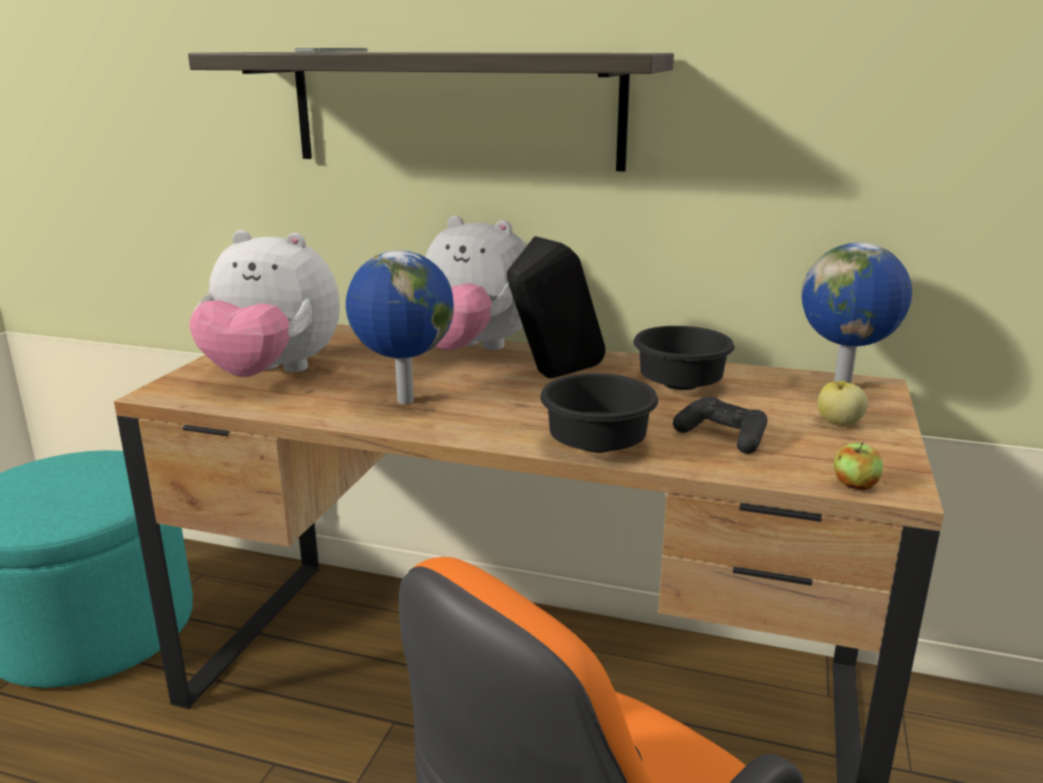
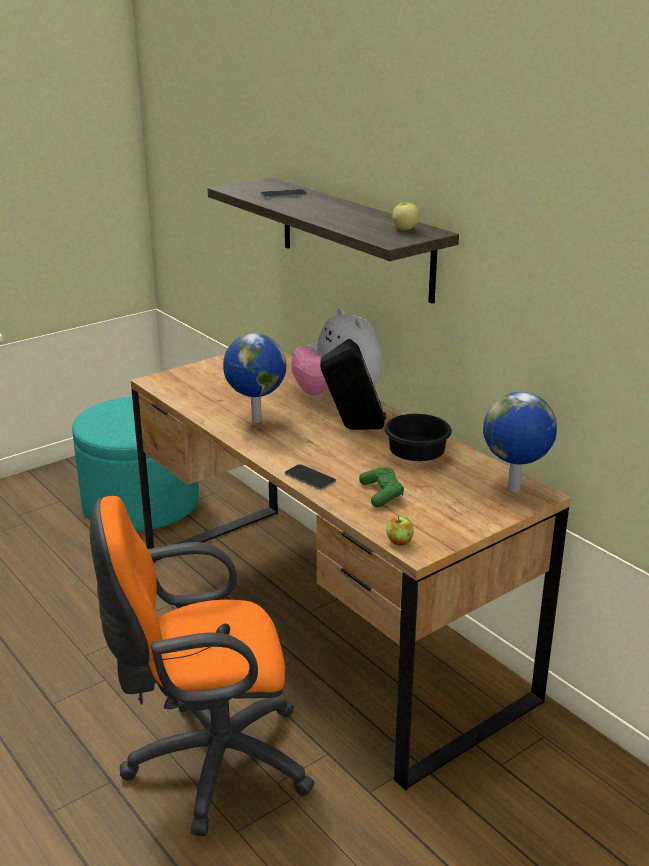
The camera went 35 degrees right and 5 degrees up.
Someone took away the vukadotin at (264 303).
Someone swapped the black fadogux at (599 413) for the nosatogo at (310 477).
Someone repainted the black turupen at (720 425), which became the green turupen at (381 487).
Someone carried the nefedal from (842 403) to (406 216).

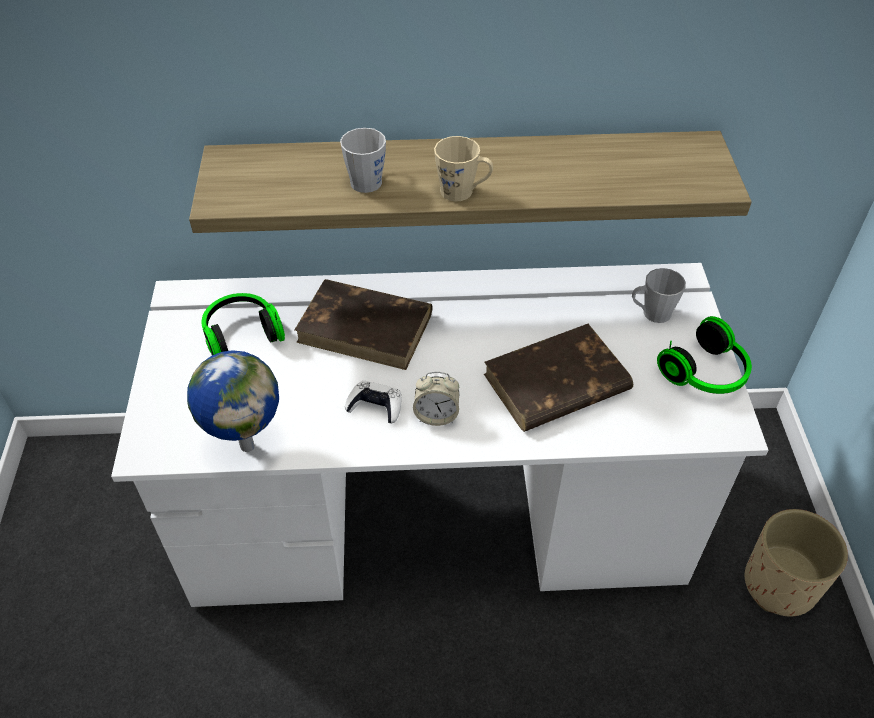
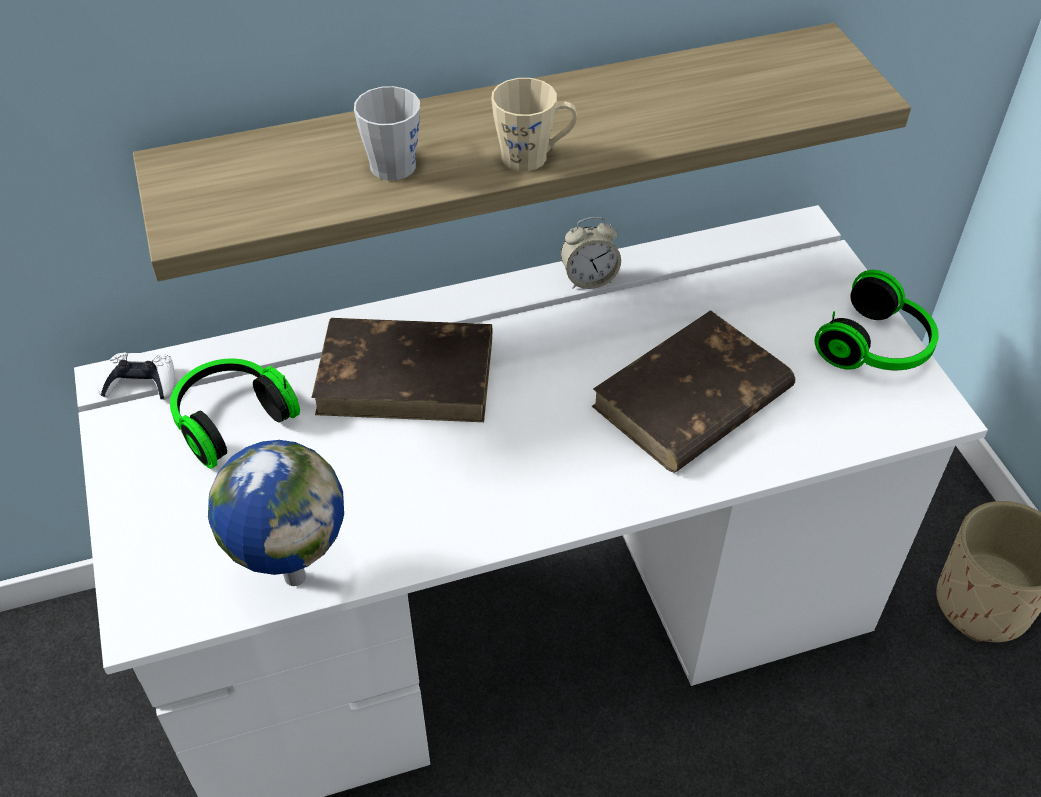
The camera went 15 degrees left and 0 degrees up.
Someone carried the white turupen from (373 402) to (136 376).
Someone carried the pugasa from (436 399) to (591 253).
Someone took away the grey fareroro at (659 295).

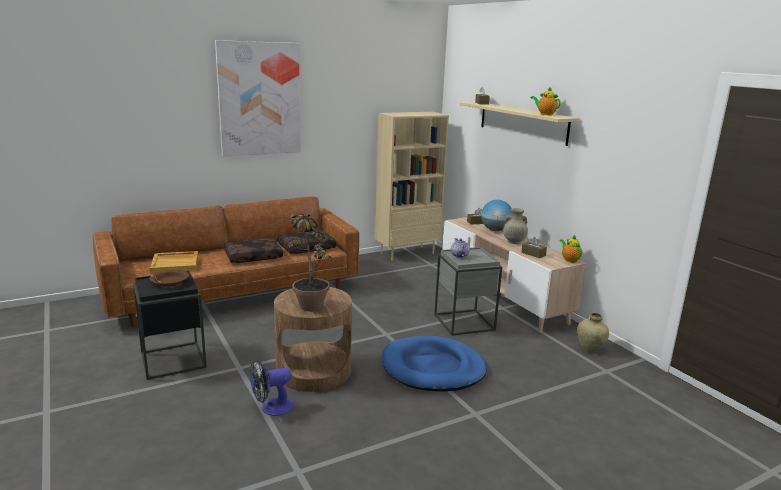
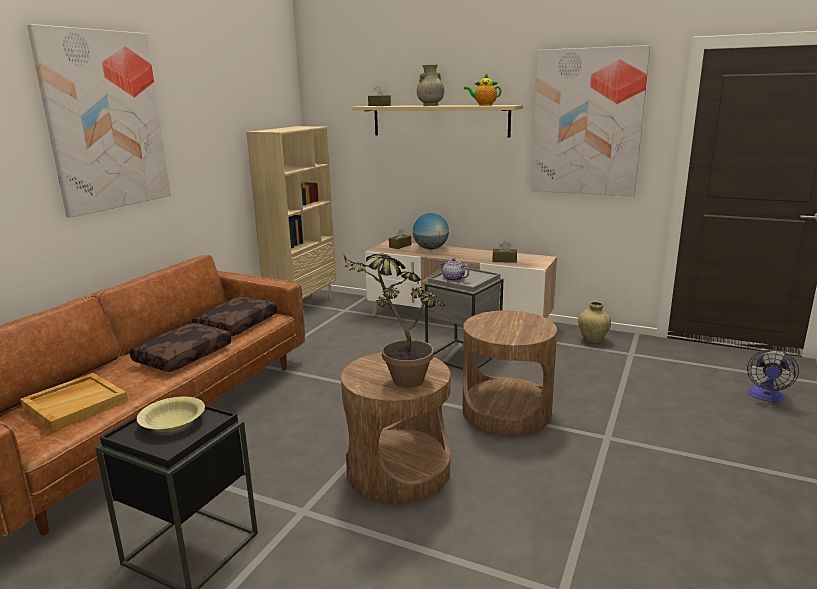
The camera went 35 degrees left and 0 degrees up.
Someone repainted the brown fadogux at (169 278), which became the yellow fadogux at (171 414).
Someone carried the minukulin from (272 388) to (773 375).
Someone swapped the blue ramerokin at (434 364) for the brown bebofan at (510 372).
Someone carried the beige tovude from (515 226) to (430 85).
Someone took away the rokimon at (571 249).
Someone put up the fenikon at (590 120).

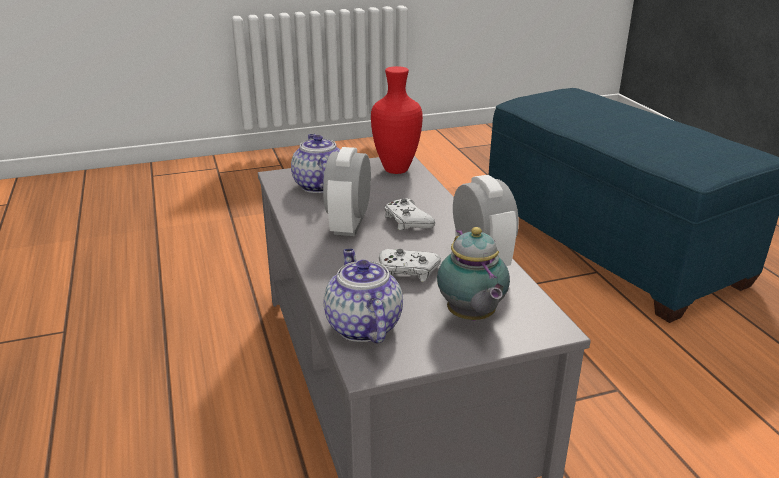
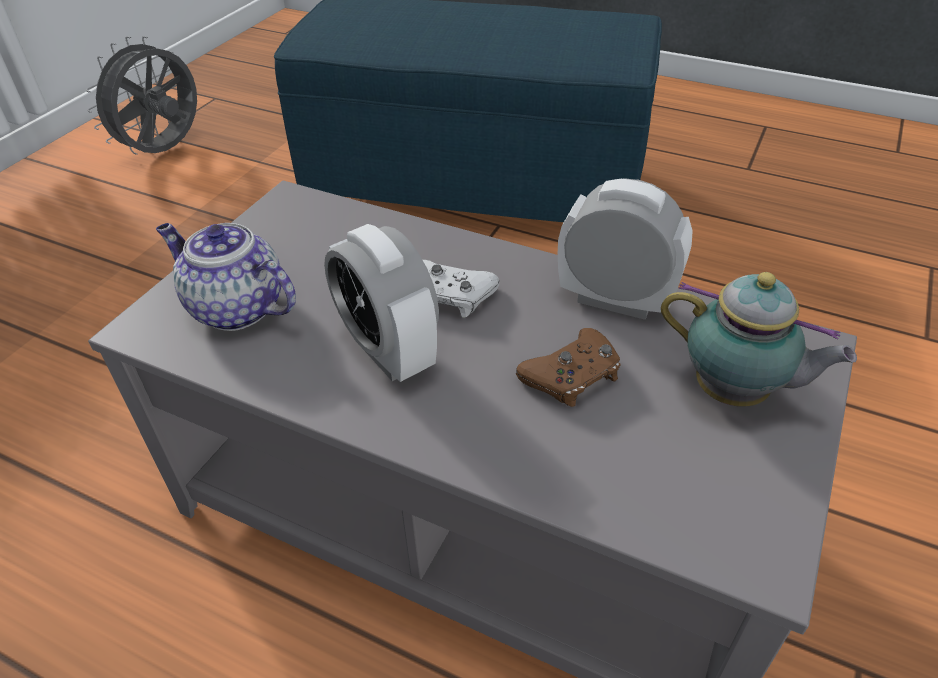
The camera went 45 degrees left and 15 degrees up.
Someone took away the rokimon at (363 296).
Someone took away the red tovude at (397 120).
Someone repainted the white turupen at (410 265), which became the brown turupen at (568 367).
Someone put down the grey minukulin at (141 95).

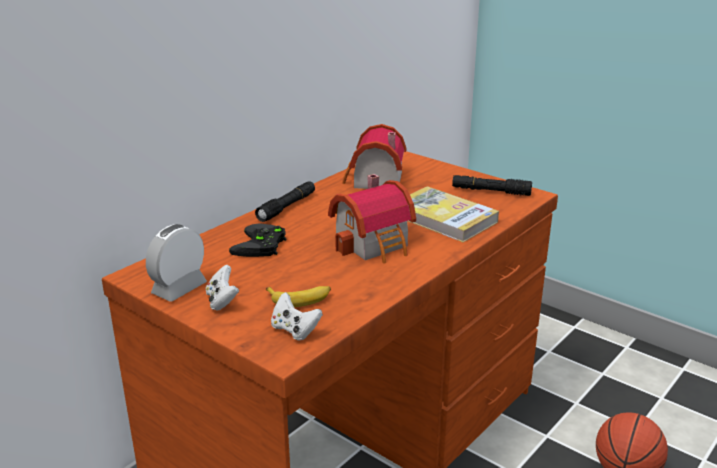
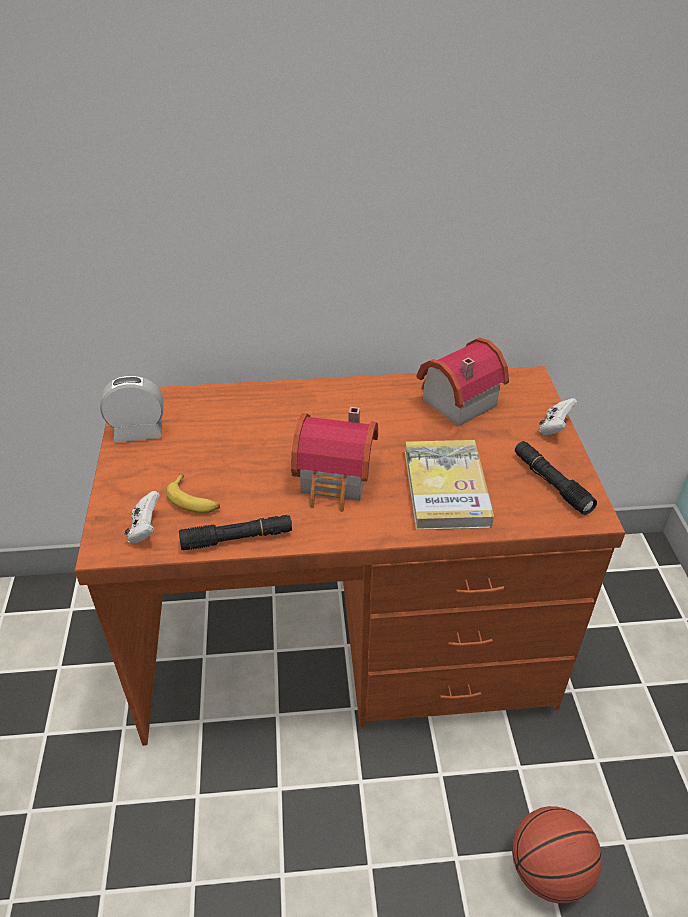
The camera went 45 degrees right and 15 degrees up.
Someone carried the white turupen from (222 288) to (558 416).
Someone took away the black turupen at (258 240).
Someone carried the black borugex from (285 202) to (235 532).

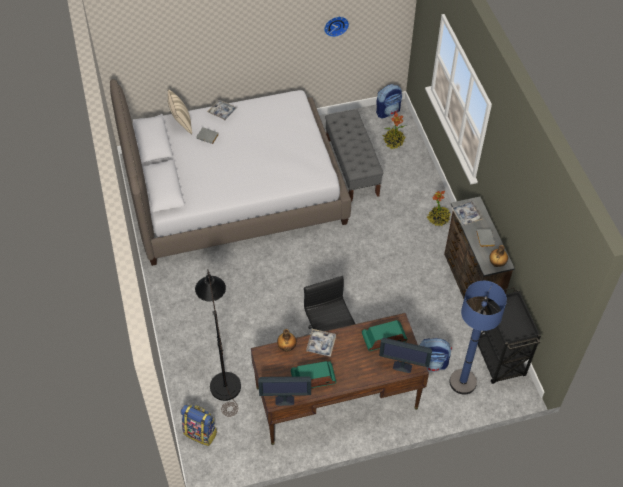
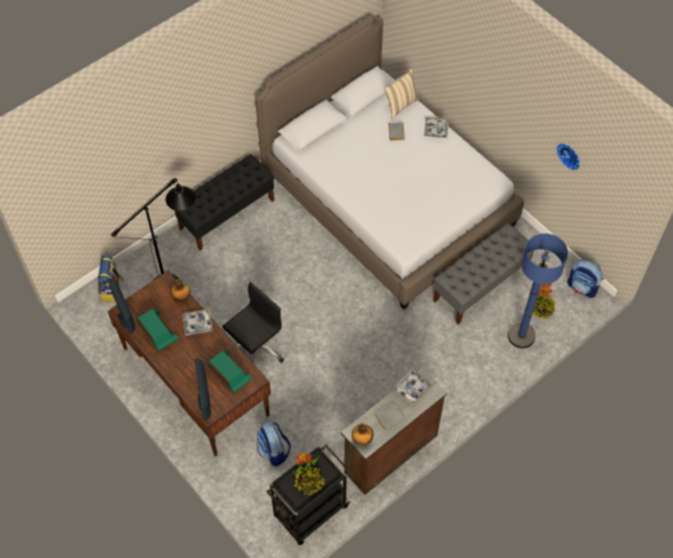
The camera went 65 degrees right and 5 degrees up.
Someone carried the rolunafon from (439 208) to (309 474).
Someone carried the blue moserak from (478 338) to (538 290).
Someone put down the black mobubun at (224 202).

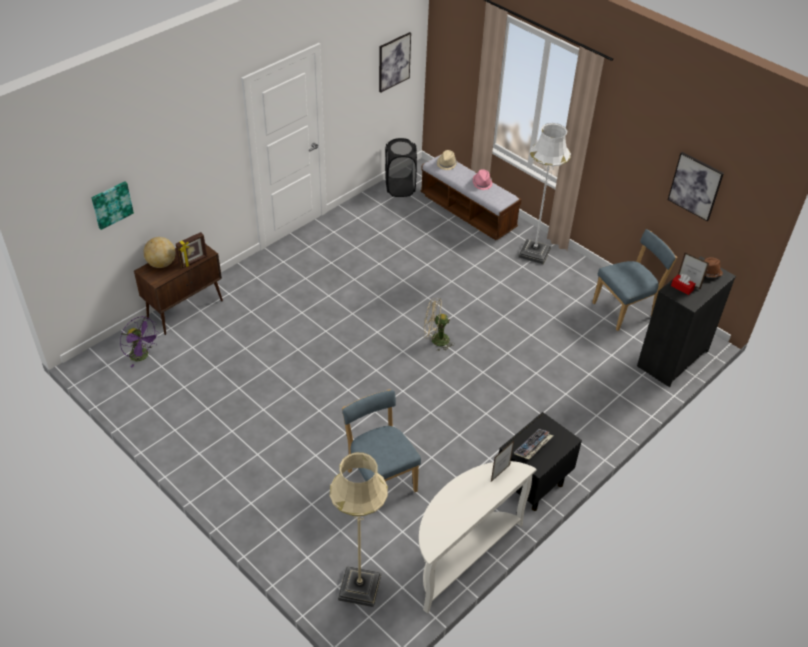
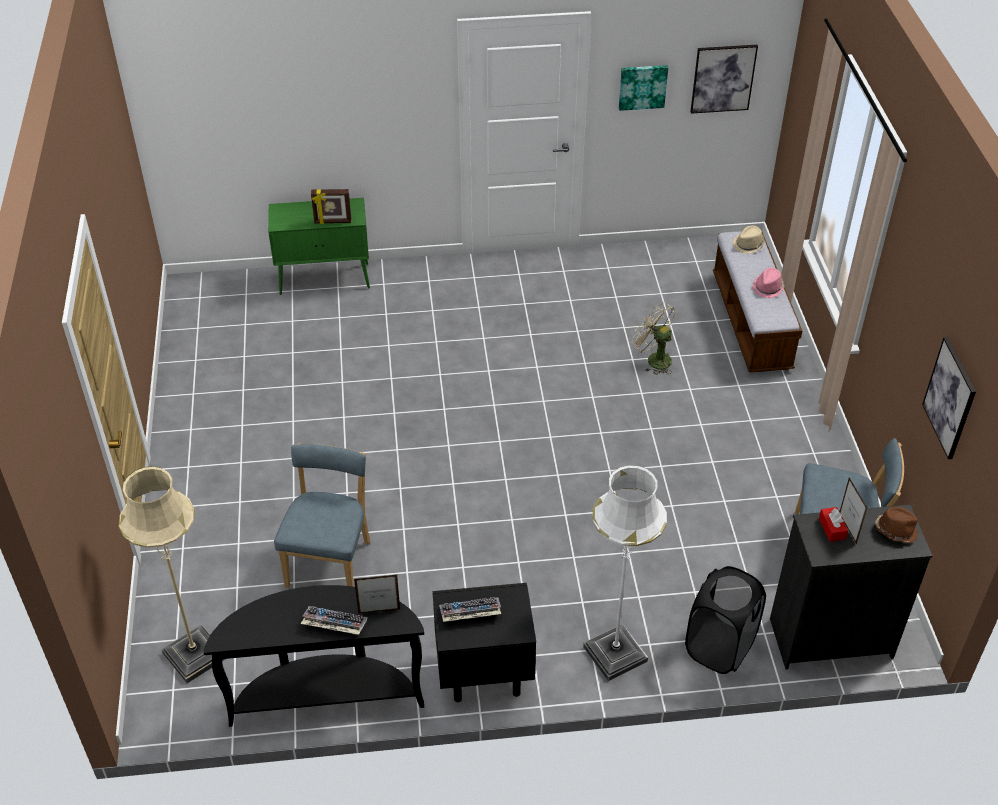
The camera went 40 degrees right and 0 degrees up.
Someone carried the fenikon from (112 205) to (643 88).
Someone took away the purple minukulin at (140 342).
Someone repainted the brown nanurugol at (178 289), which became the green nanurugol at (319 246).
Someone took away the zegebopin at (159 252).
Someone carried the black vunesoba from (401 167) to (725 620).
Someone repainted the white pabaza at (478 537), which became the black pabaza at (313 656).
Someone carried the beige minukulin from (439 324) to (653 338).
Someone carried the white moserak from (544 194) to (625 573).
Someone put down the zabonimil at (334 620).

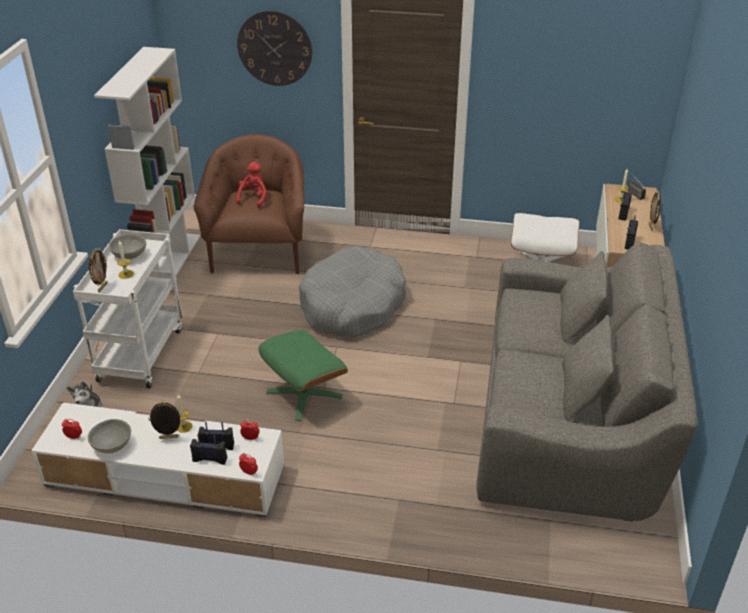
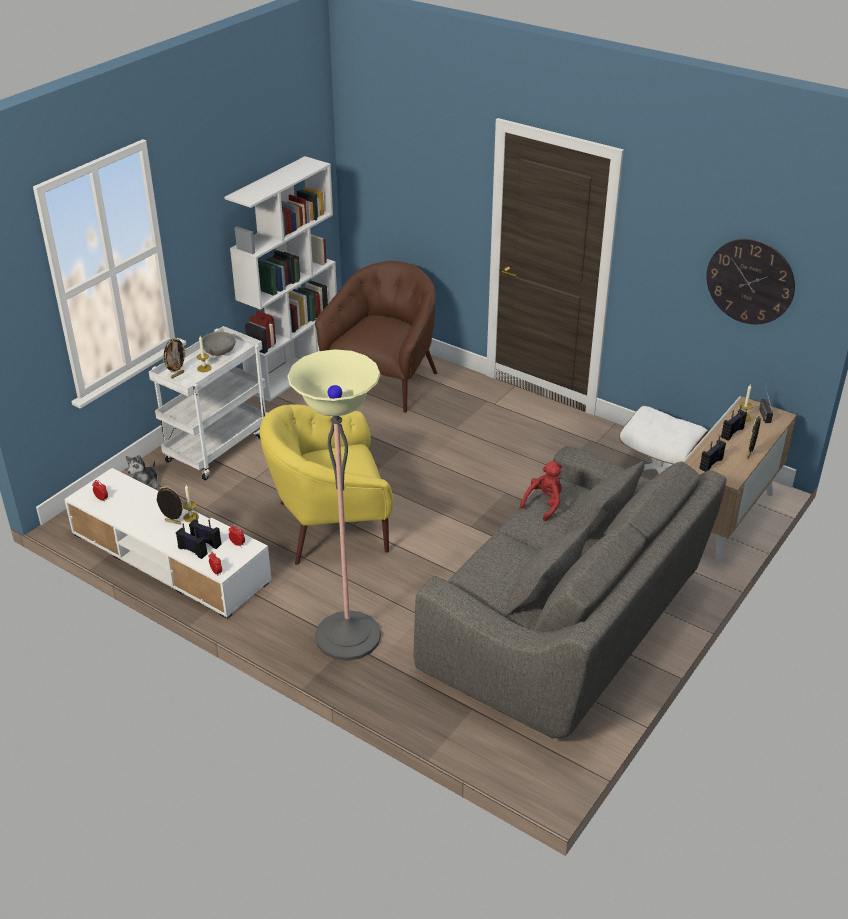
The camera went 25 degrees right and 0 degrees up.
Someone took away the grey fadogux at (109 436).
Someone carried the red vukadotin from (251 185) to (541 491).
Someone carried the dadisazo from (274 48) to (750 281).
Someone swapped the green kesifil at (303 375) for the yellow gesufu at (326 484).
Someone took away the grey ramerokin at (352 291).
Someone put down the moserak at (334 505).

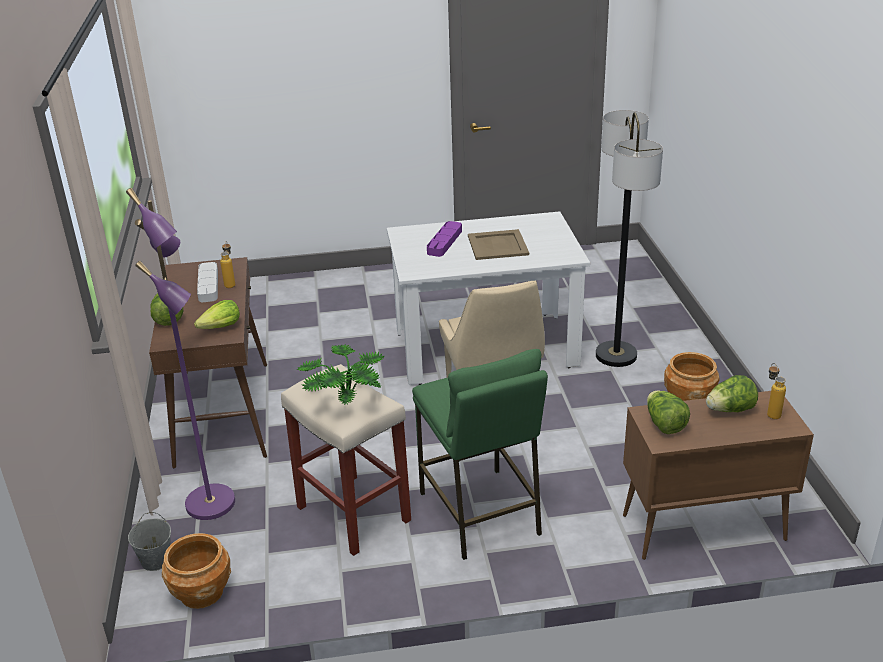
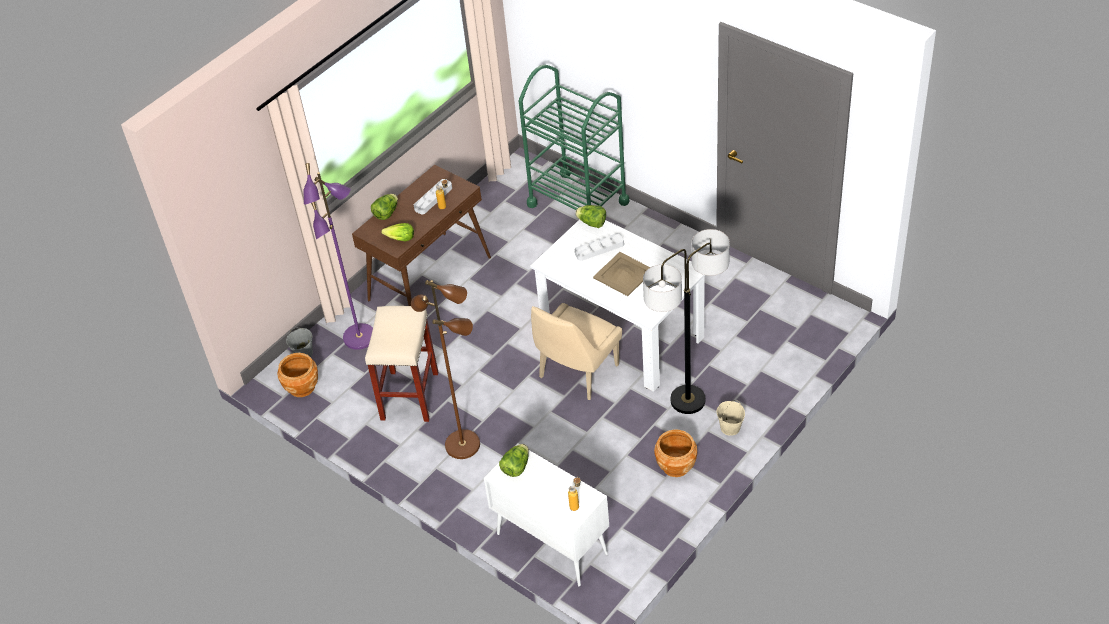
The camera went 50 degrees right and 15 degrees up.
Someone took away the rolunafon at (340 374).
Someone swapped the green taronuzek at (480 454) for the brown moserak at (445 369).
Someone repainted the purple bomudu at (444 239), which became the grey bomudu at (599 247).
Someone repainted the brown nanurugol at (718 475), which became the white nanurugol at (546 514).
Someone carried the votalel from (732 393) to (590 216).
Someone put down the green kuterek at (574 137).
Someone put down the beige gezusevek at (731 418).

